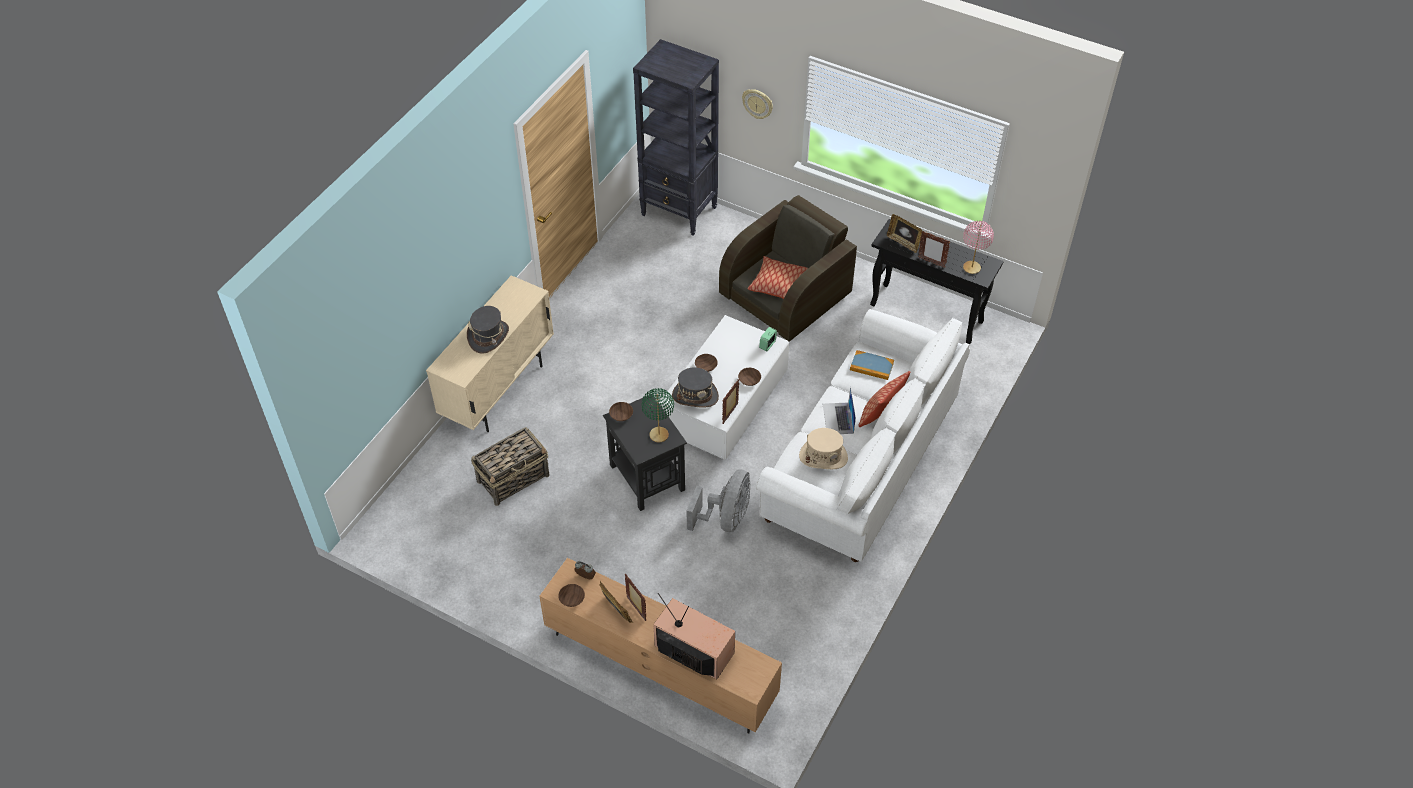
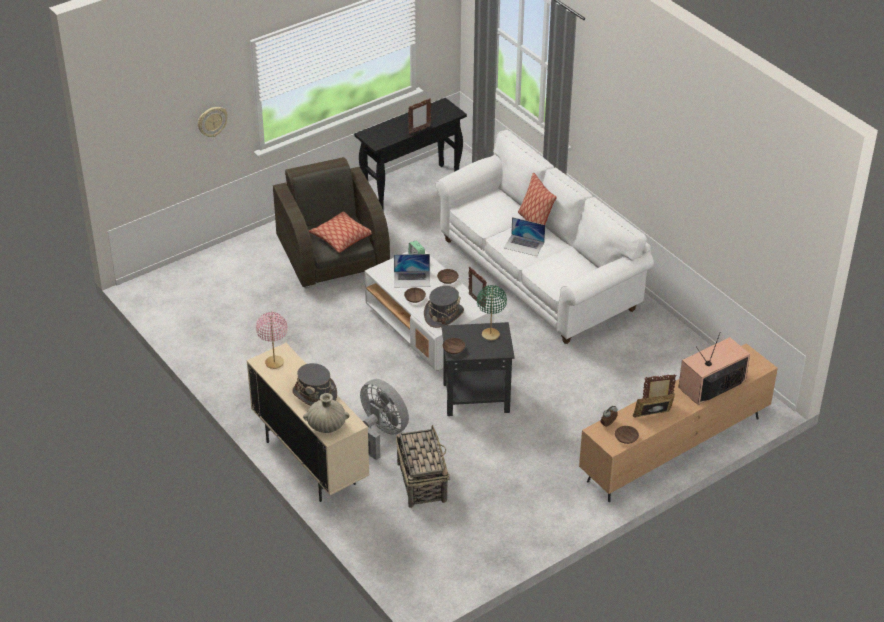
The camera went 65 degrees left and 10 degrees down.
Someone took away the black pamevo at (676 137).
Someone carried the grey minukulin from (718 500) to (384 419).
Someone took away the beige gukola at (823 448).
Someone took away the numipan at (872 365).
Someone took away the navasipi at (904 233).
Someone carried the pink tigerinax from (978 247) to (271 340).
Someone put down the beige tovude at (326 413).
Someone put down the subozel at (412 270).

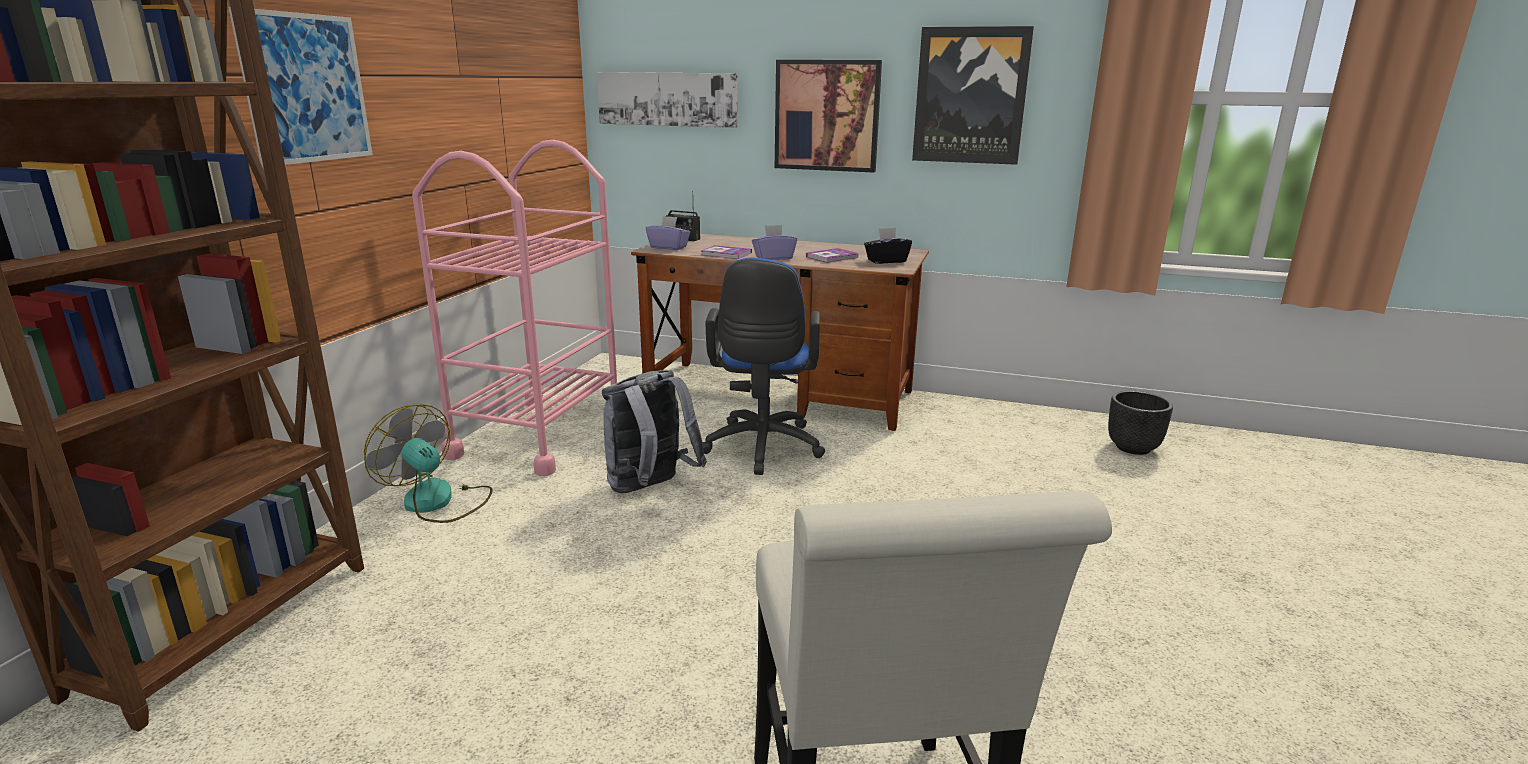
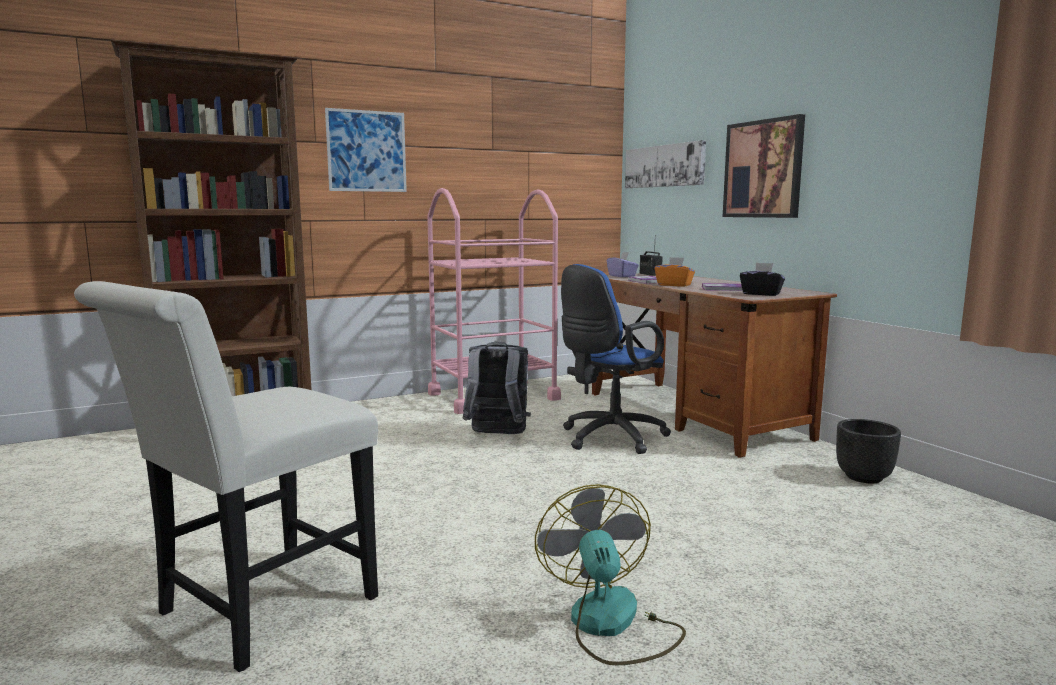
The camera went 45 degrees right and 10 degrees down.
Someone carried the minukulin from (428 463) to (610 574).
Someone repainted the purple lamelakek at (774 242), which became the orange lamelakek at (675 272).
Someone took away the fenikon at (973 95).
Someone carried the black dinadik from (1140 423) to (868 451).

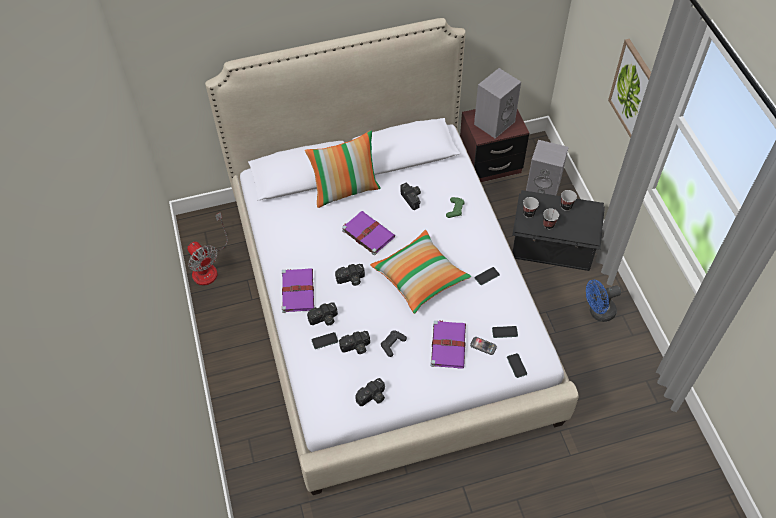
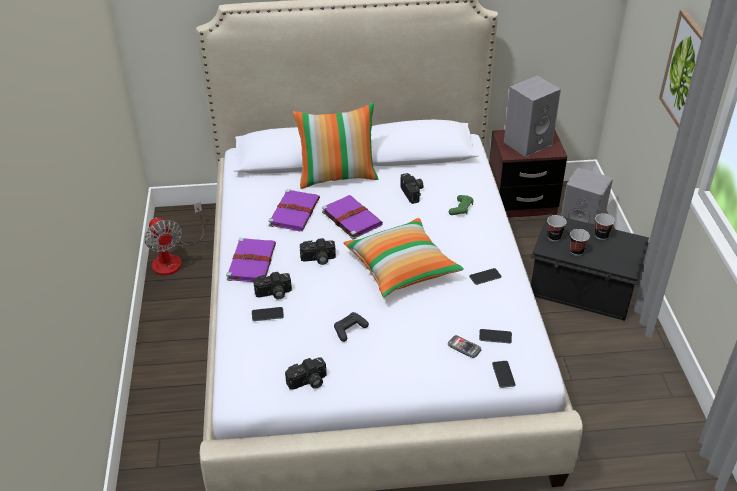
The camera went 10 degrees right and 15 degrees down.
Someone took away the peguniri at (354 342).
Someone carried the purple numipan from (448 344) to (294 210).
Someone took away the blue minukulin at (603 301).

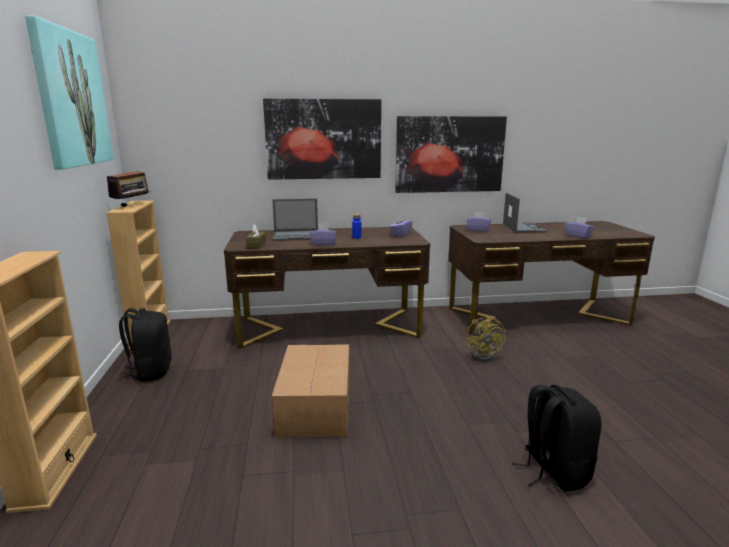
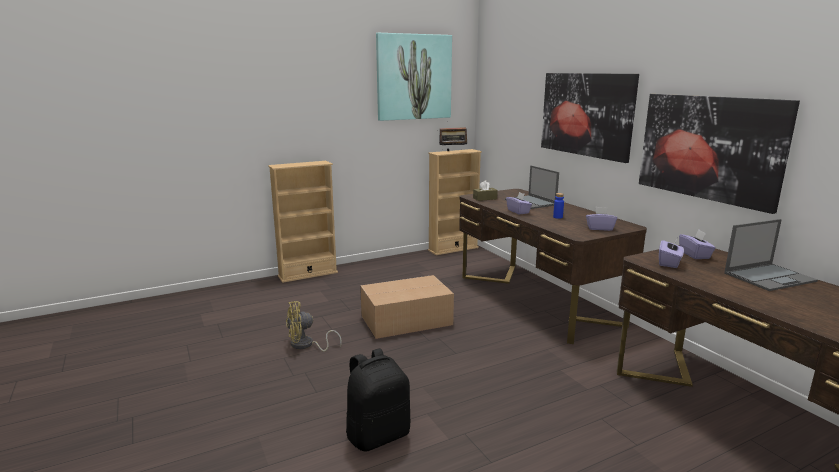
The camera went 70 degrees right and 0 degrees up.
Someone took away the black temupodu at (145 345).
Someone carried the yellow minukulin from (486 338) to (314 326).
Someone carried the purple lamelakek from (580 227) to (671 253).

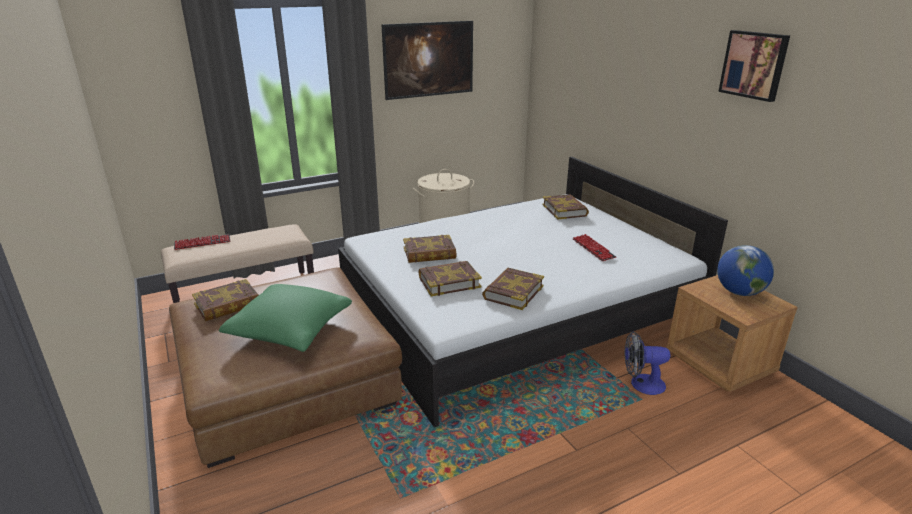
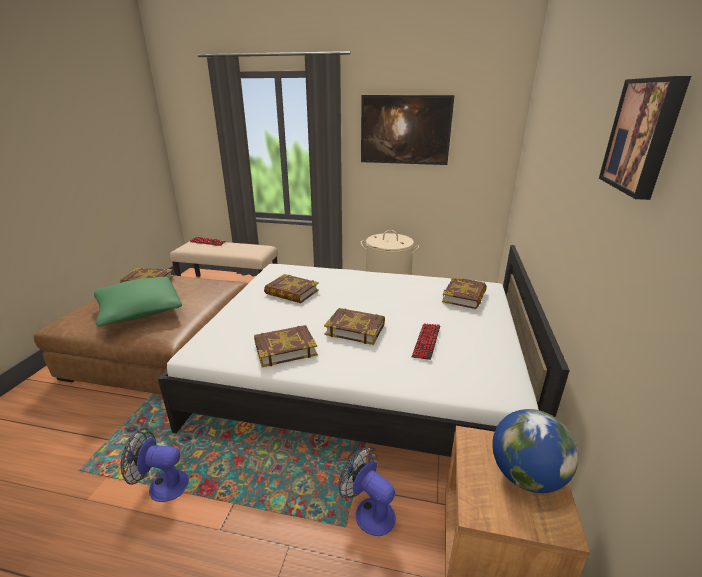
The camera went 40 degrees right and 0 degrees up.
Someone carried the numipan from (450 278) to (354 326).
Someone put down the minukulin at (155 465).

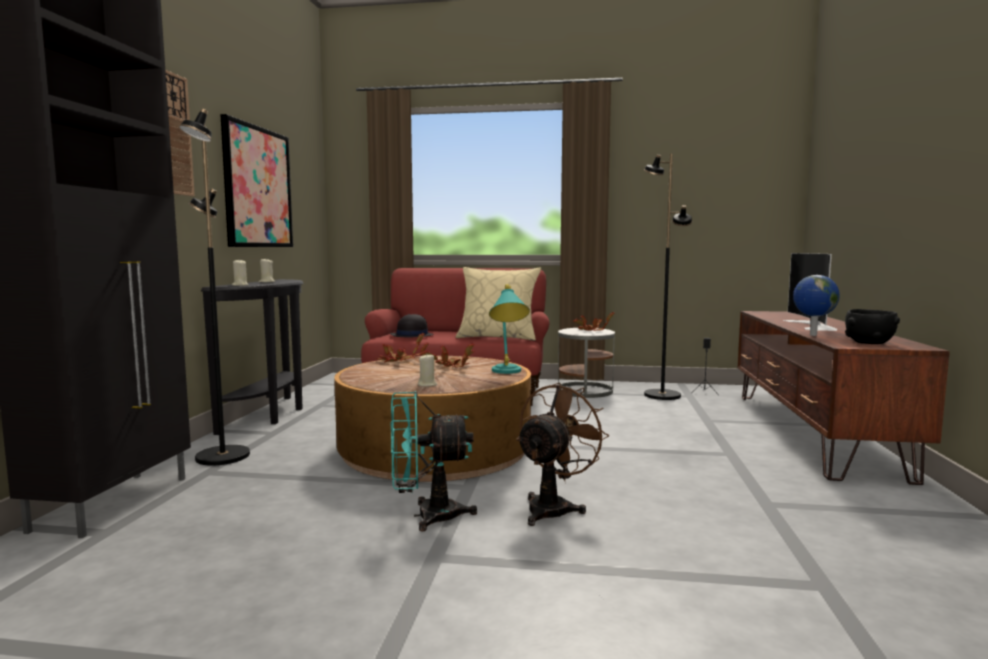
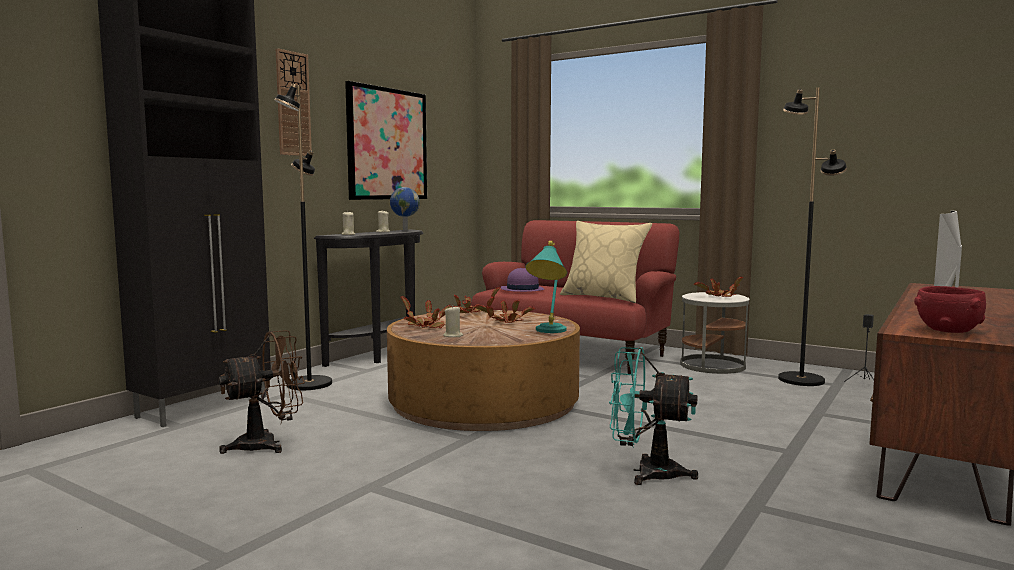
The camera went 25 degrees right and 0 degrees up.
Someone repainted the black gukola at (412 325), which became the purple gukola at (523 280).
Someone carried the turquoise minukulin from (433 461) to (653 416).
Someone carried the brown minukulin from (562 454) to (261 392).
Someone carried the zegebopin from (816 305) to (405 209).
Someone repainted the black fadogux at (872 326), which became the red fadogux at (950 309).
Someone put down the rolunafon at (428 312).

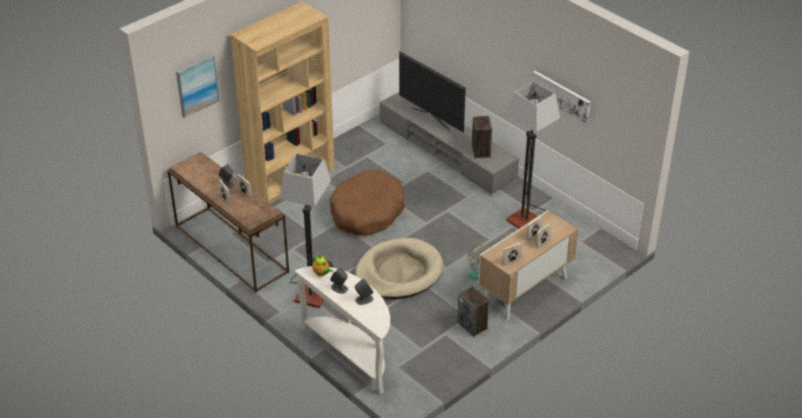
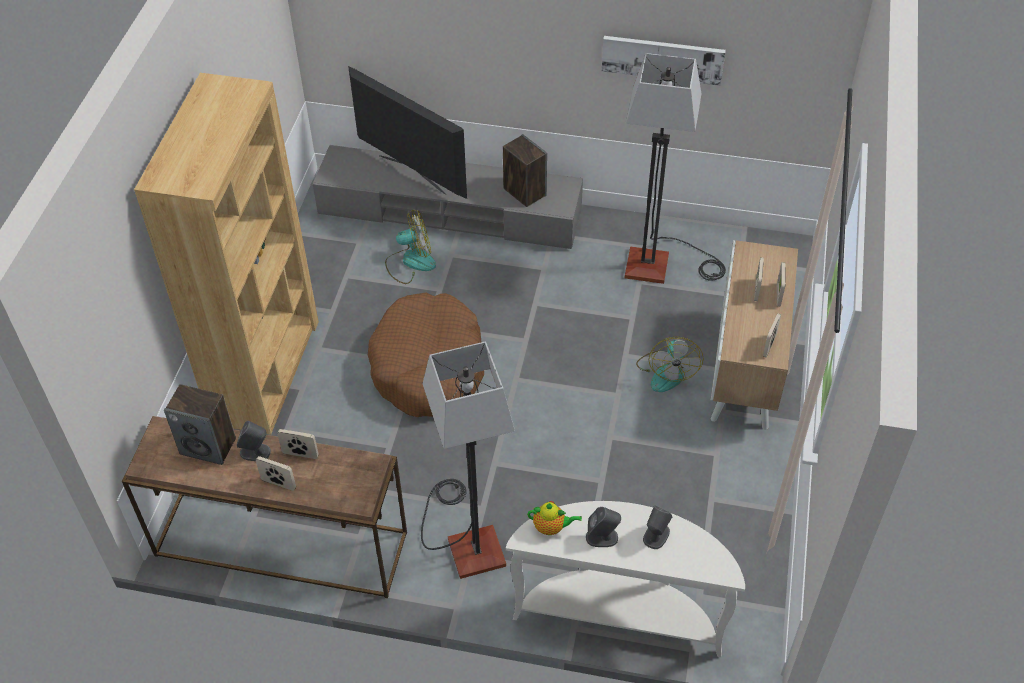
The camera went 35 degrees left and 10 degrees up.
Someone took away the fenikon at (197 86).
Someone took away the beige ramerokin at (399 268).
Someone rotated the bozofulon at (432 92) by 150 degrees counterclockwise.
Someone carried the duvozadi from (473 311) to (200 424).
Someone put down the minukulin at (410 247).

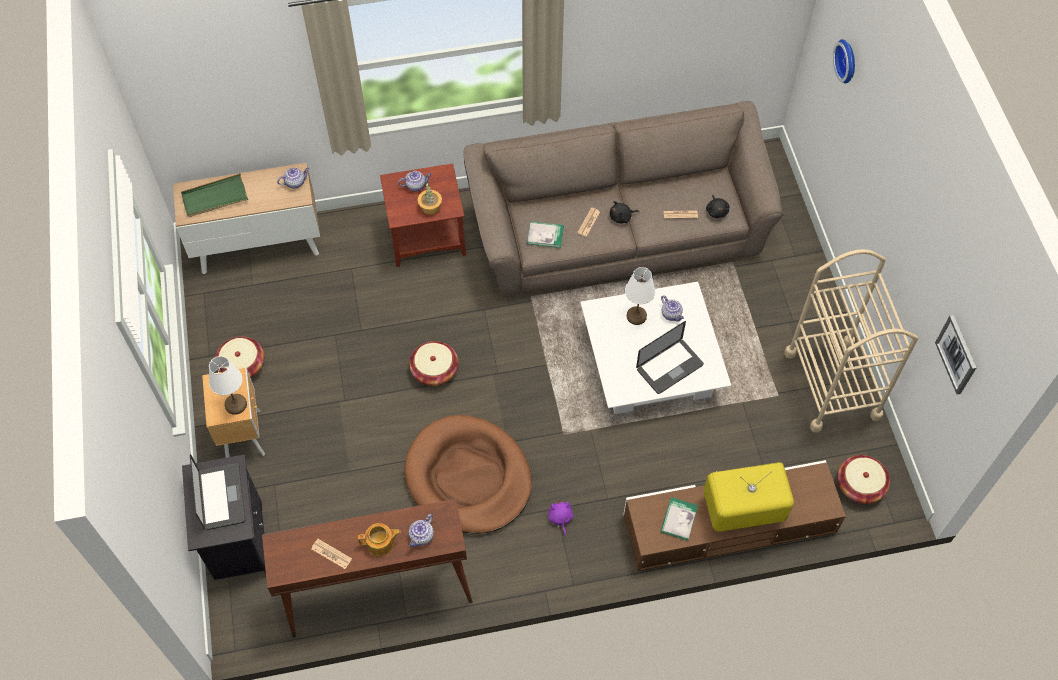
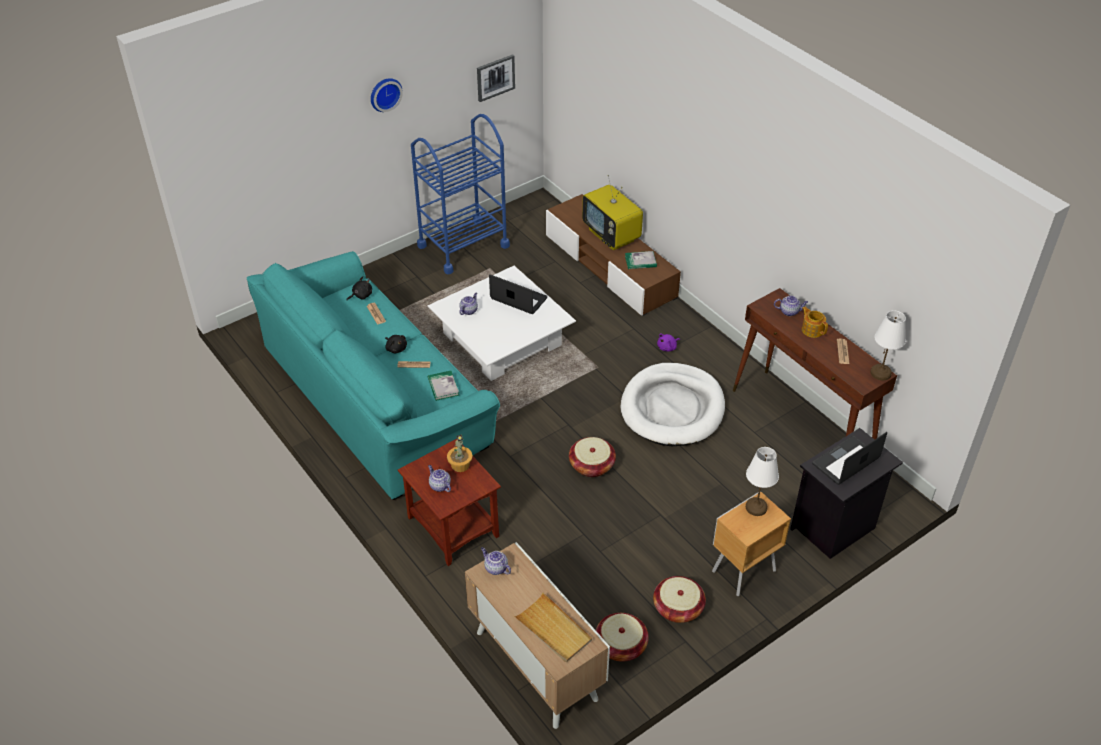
The camera went 115 degrees left and 15 degrees down.
Someone repainted the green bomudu at (214 195), which became the beige bomudu at (553 627).
Someone repainted the brown ramerokin at (468 474), which became the white ramerokin at (672 404).
Someone repainted the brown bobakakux at (623 199), which became the turquoise bobakakux at (373 375).
Someone carried the white tigerinax from (640 296) to (888 345).
Someone repainted the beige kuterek at (851 341), which became the blue kuterek at (460 194).
Someone carried the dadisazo from (844 61) to (387 95).
Someone carried the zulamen from (863 479) to (622 637).

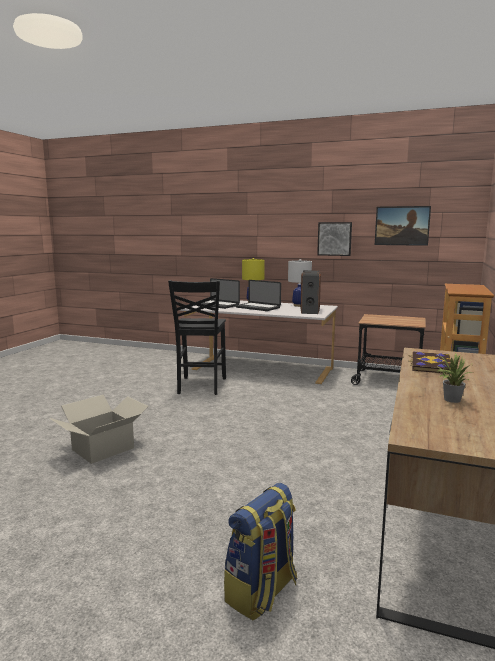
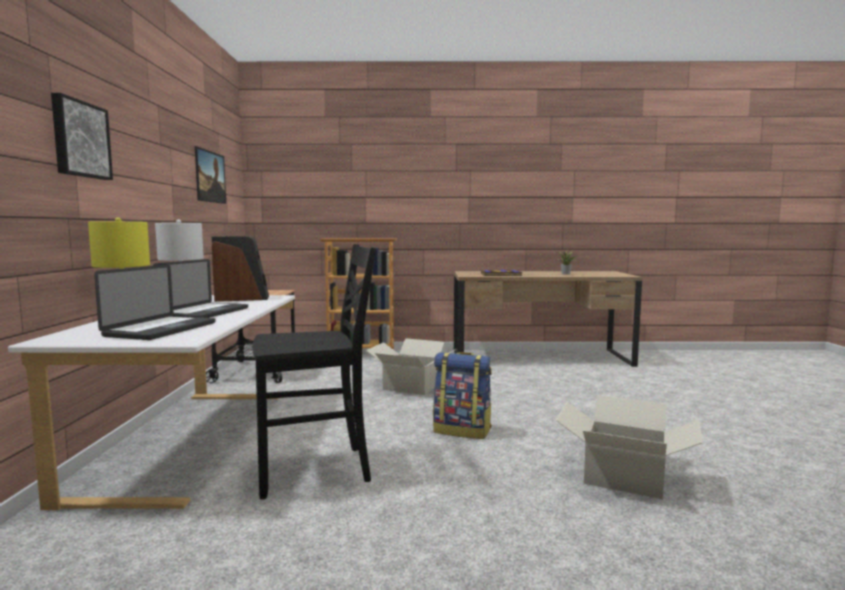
The camera went 110 degrees left and 5 degrees down.
Someone carried the temupodu from (260 552) to (462 395).
Someone carried the fenikon from (334 239) to (82 136).
Someone put down the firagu at (411 366).

